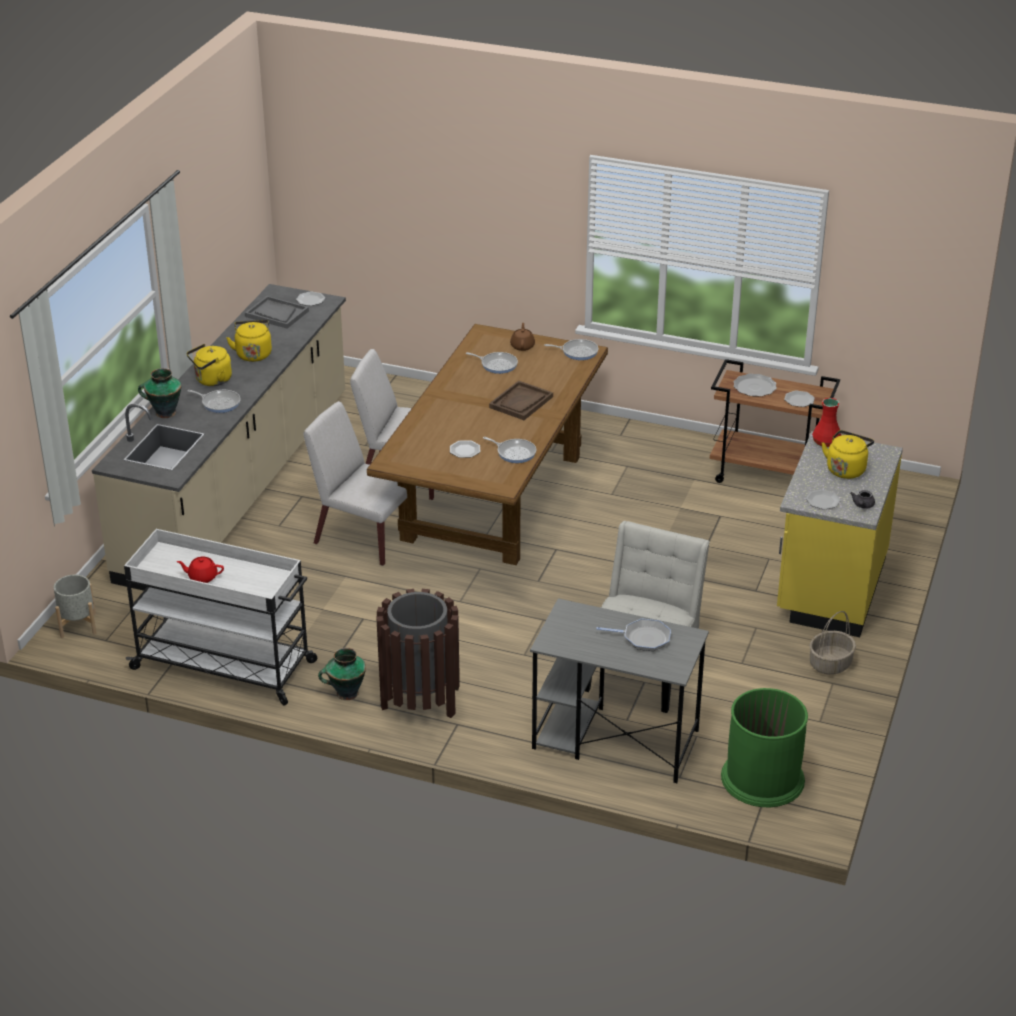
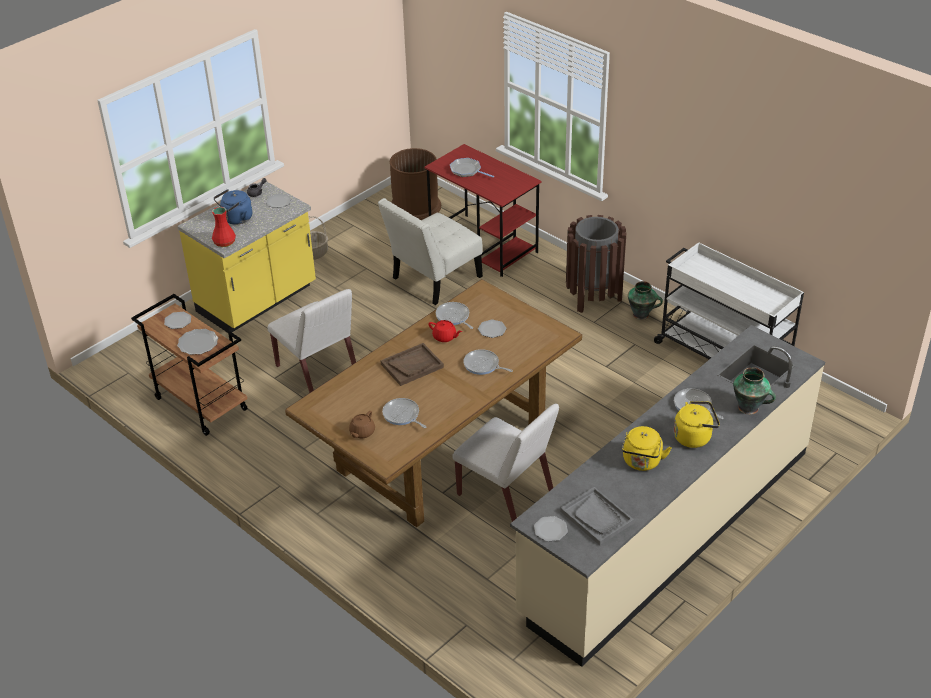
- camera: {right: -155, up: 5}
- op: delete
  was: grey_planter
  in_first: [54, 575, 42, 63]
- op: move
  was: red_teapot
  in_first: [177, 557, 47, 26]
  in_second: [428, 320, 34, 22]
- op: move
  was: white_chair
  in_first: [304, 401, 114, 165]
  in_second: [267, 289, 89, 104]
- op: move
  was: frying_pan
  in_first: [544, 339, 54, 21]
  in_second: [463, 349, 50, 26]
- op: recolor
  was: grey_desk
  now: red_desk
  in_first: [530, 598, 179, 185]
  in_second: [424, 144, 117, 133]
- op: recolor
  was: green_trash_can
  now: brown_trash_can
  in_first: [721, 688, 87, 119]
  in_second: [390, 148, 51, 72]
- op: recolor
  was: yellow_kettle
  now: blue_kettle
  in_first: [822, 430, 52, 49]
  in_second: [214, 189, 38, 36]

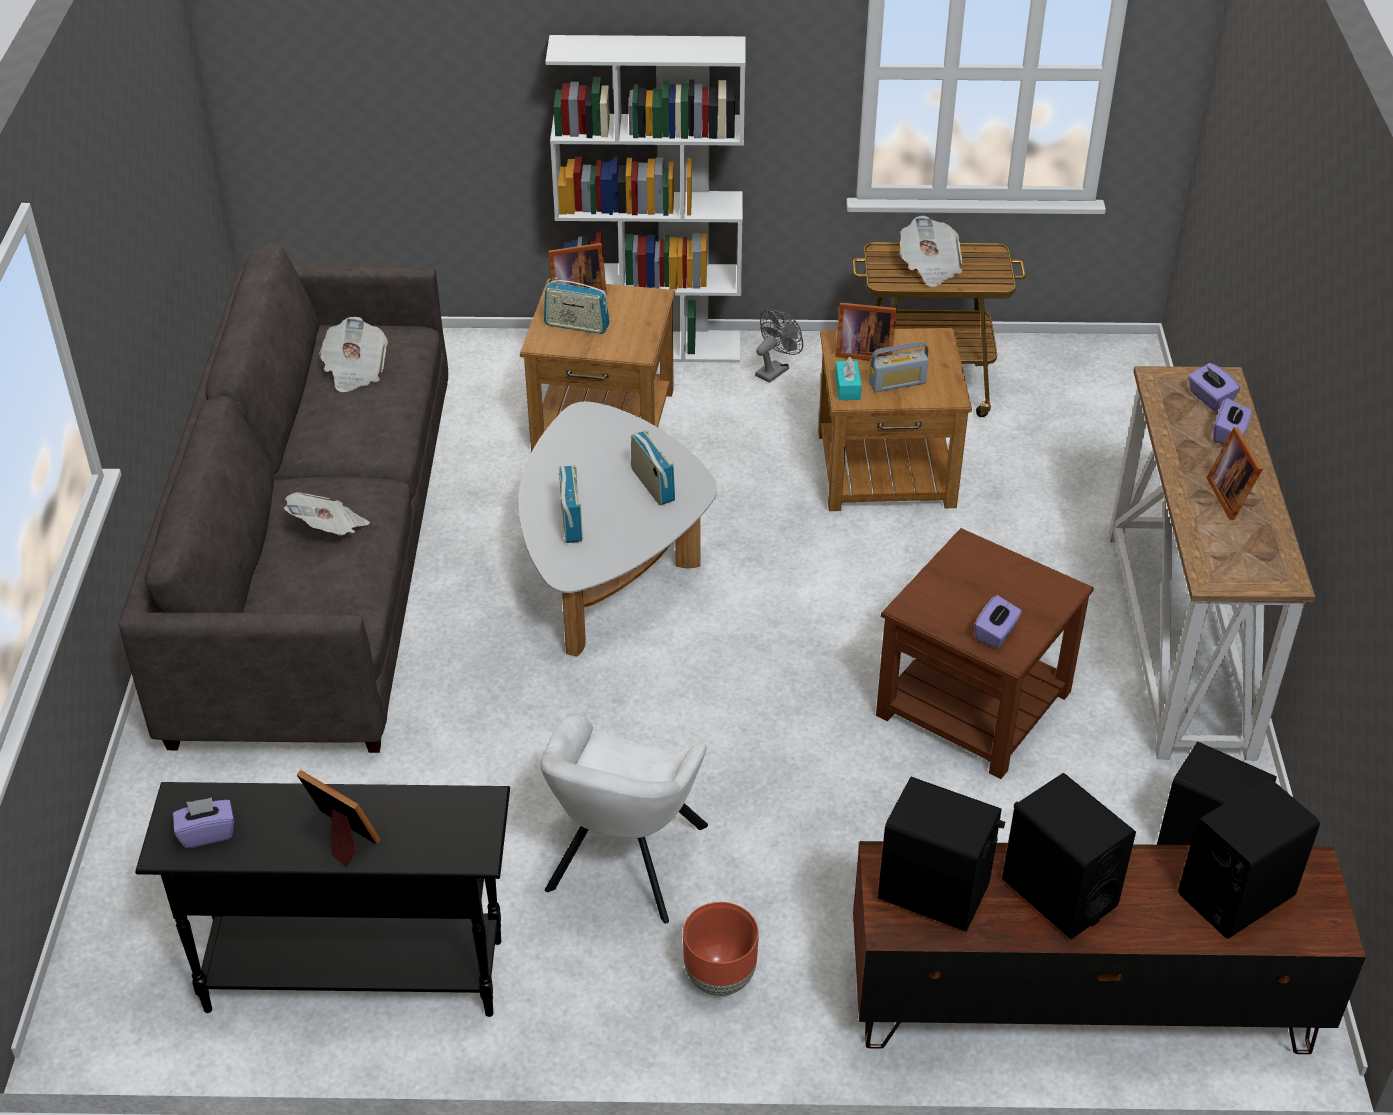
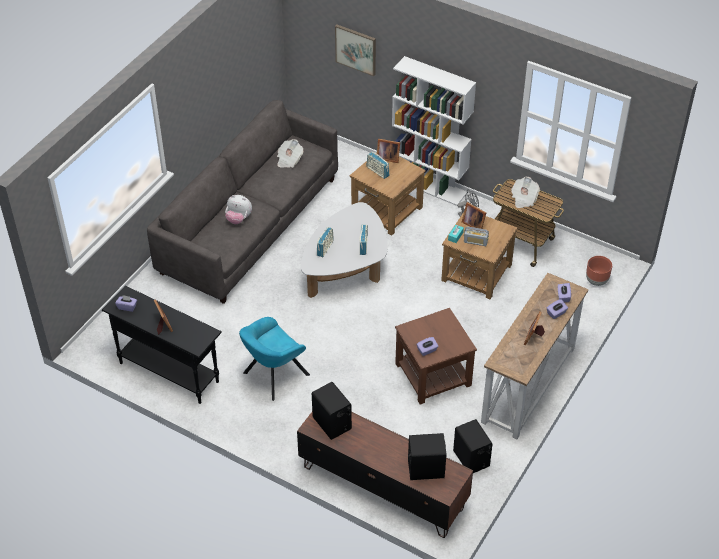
- camera: {right: 30, up: 5}
- op: delete
  was: black_speaker
  in_first: [1002, 773, 134, 166]
- op: insert
  now: picture
  in_second: [335, 25, 41, 51]
- op: move
  was: brown_planter
  in_first: [683, 902, 76, 94]
  in_second: [586, 256, 26, 30]
- op: replace
  was: newspaper
  now: plush_toy
  in_first: [284, 492, 86, 43]
  in_second: [225, 195, 27, 29]
- op: recolor
  was: white_armchair
  now: turquoise_armchair
  in_first: [540, 713, 168, 210]
  in_second: [239, 317, 71, 84]

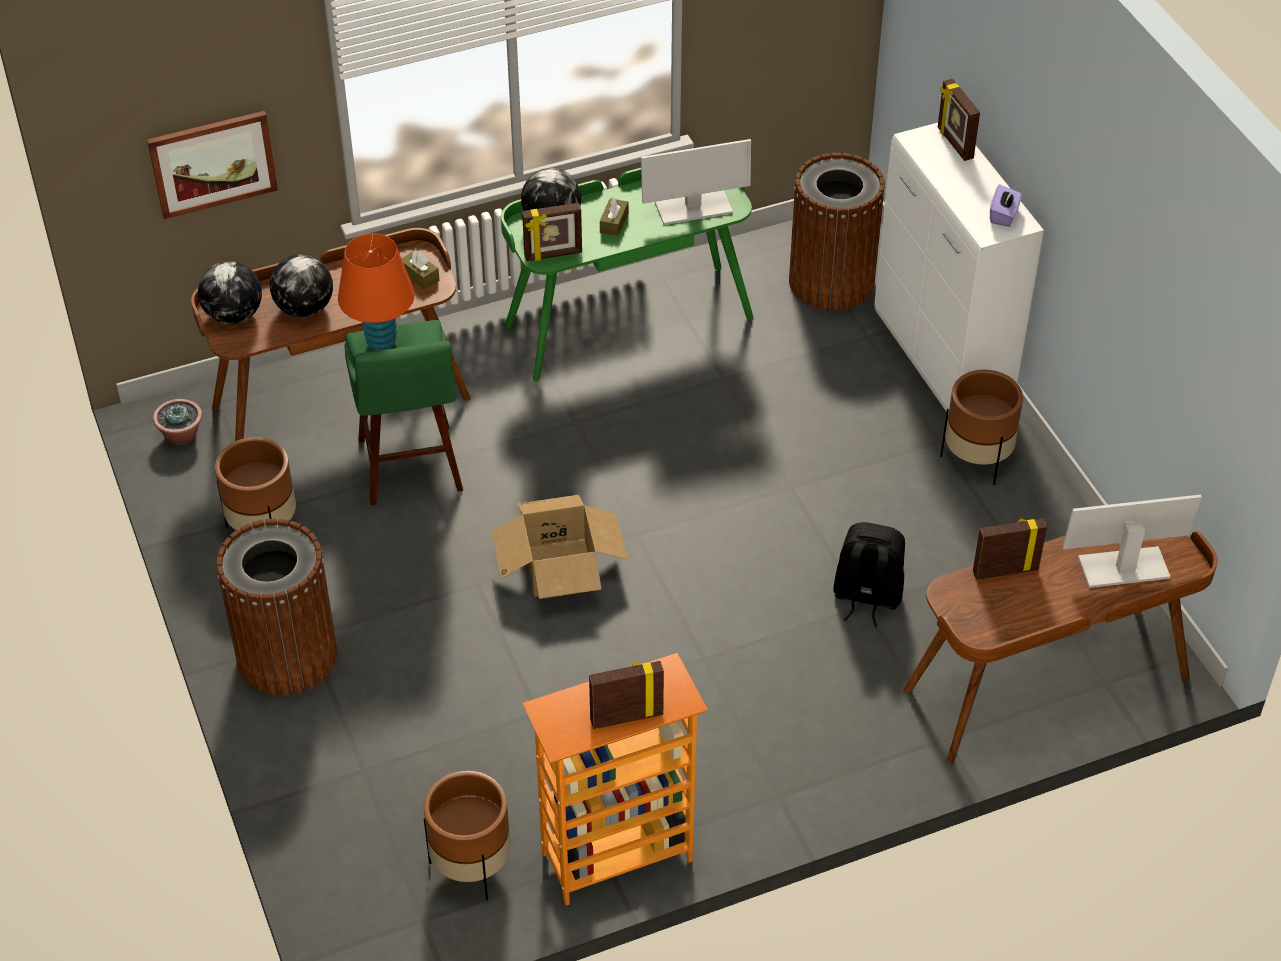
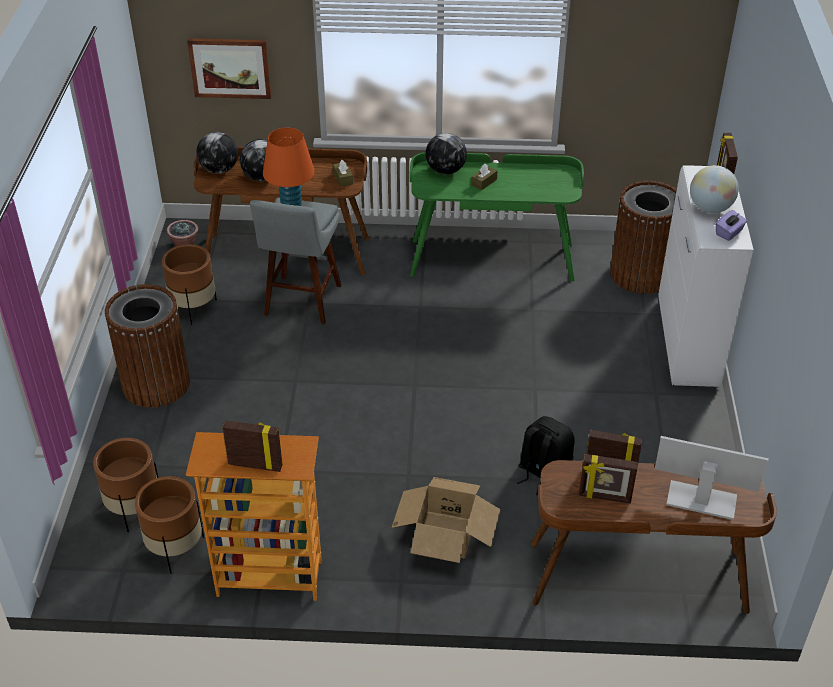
- camera: {right: 25, up: -5}
- op: delete
  was: monitor
  in_first: [641, 139, 110, 86]
- op: insert
  now: globe
  in_second: [690, 165, 49, 48]
- op: move
  was: cardboard_box
  in_first: [492, 495, 136, 104]
  in_second: [392, 477, 108, 86]
- op: move
  was: picture_frame
  in_first: [522, 203, 60, 58]
  in_second: [579, 454, 59, 50]
- op: move
  was: brown_planter
  in_first: [940, 370, 83, 115]
  in_second: [93, 438, 65, 94]
- op: recolor
  was: green_stool
  now: grey_stool
  in_first: [345, 320, 118, 185]
  in_second: [250, 198, 91, 127]

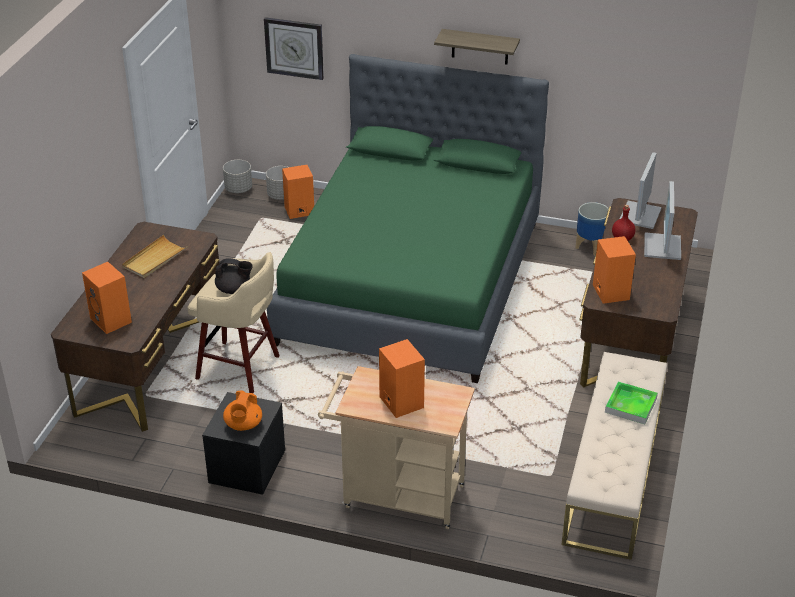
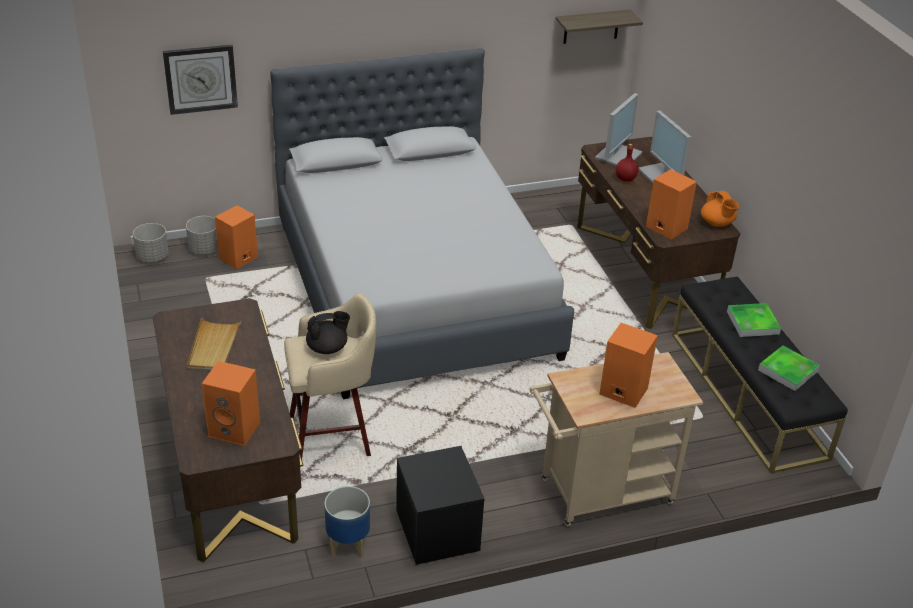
- camera: {right: -35, up: 0}
- op: insert
  now: tray
  in_second: [758, 345, 62, 46]
- op: move
  was: orange_teapot
  in_first: [223, 390, 39, 41]
  in_second: [701, 191, 38, 36]
- op: move
  was: shelf
  in_first: [434, 29, 86, 35]
  in_second: [555, 9, 88, 35]
- op: move
  was: planter
  in_first: [575, 202, 34, 54]
  in_second: [324, 486, 46, 72]
- op: recolor
  was: green_bed
  now: grey_bed
  in_first: [267, 54, 282, 329]
  in_second: [270, 48, 304, 351]
- op: recolor
  was: beige_bench
  now: black_bench
  in_first: [561, 352, 106, 208]
  in_second: [672, 276, 176, 198]
- op: rotate
  was: monitor
  in_first: [620, 152, 42, 77]
  in_second: [595, 93, 48, 73]
  clockwise: -135

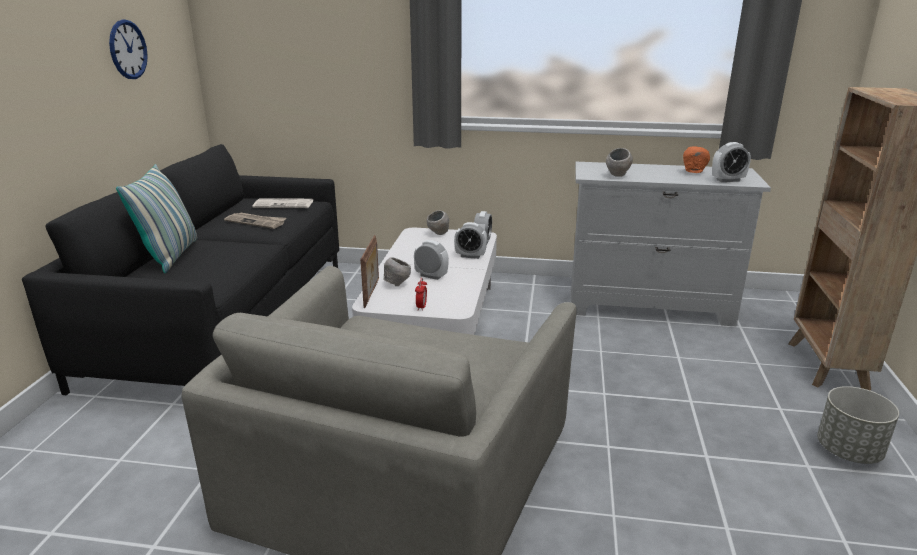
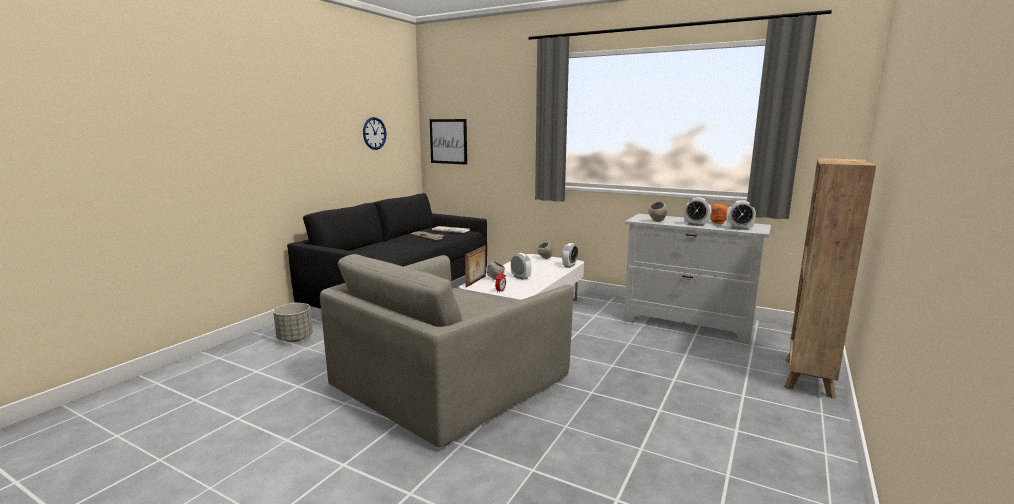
- camera: {right: 20, up: -10}
- op: delete
  was: pillow
  in_first: [116, 164, 81, 109]
- op: insert
  now: picture
  in_second: [430, 119, 37, 46]
- op: move
  was: alarm_clock
  in_first: [454, 222, 33, 37]
  in_second: [684, 197, 28, 29]
- op: move
  was: grey_planter
  in_first: [817, 386, 82, 78]
  in_second: [273, 303, 40, 39]

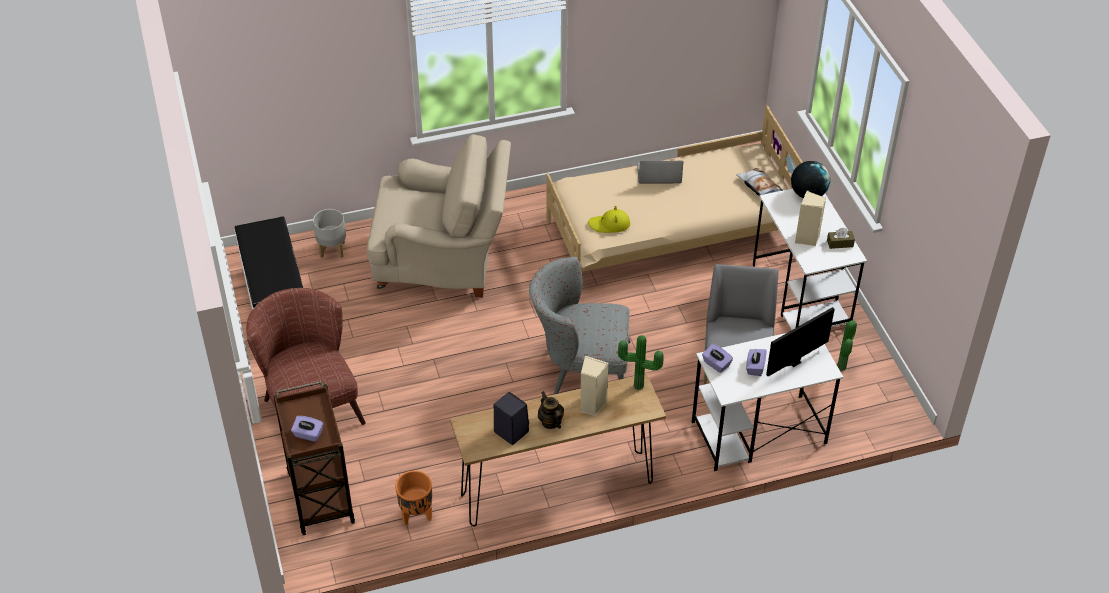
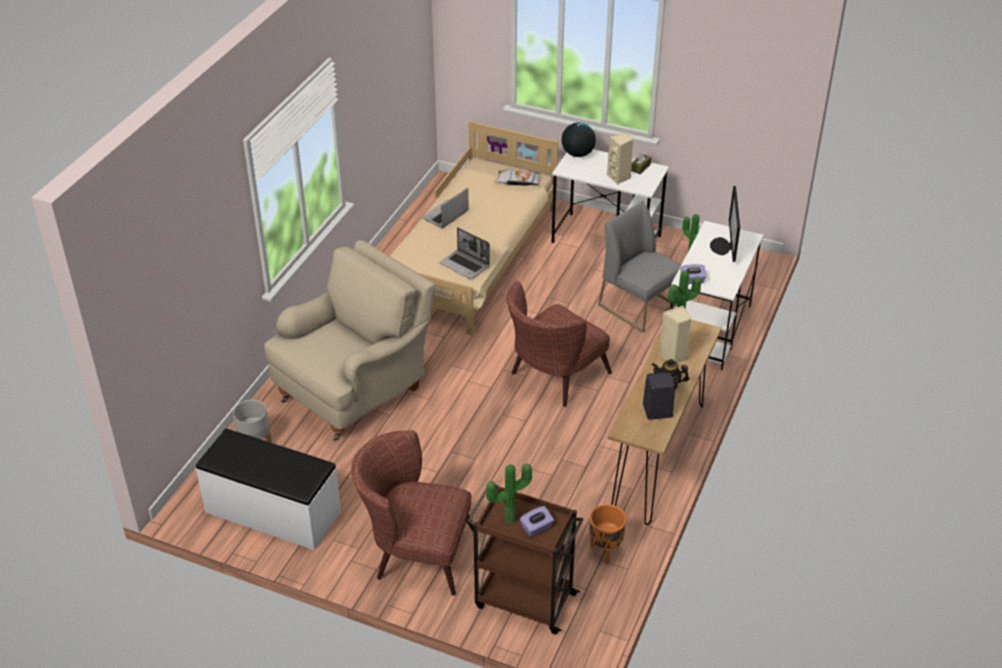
- camera: {right: -50, up: -5}
- op: delete
  was: purple_tissue_box
  in_first: [746, 349, 20, 27]
- op: insert
  now: potted_plant
  in_second: [486, 463, 46, 61]
- op: replace
  was: yellow_hat
  now: laptop
  in_first: [588, 206, 42, 27]
  in_second: [439, 227, 51, 52]
- op: recolor
  was: grey_armchair
  now: brown_armchair
  in_first: [529, 257, 102, 137]
  in_second: [507, 281, 105, 126]

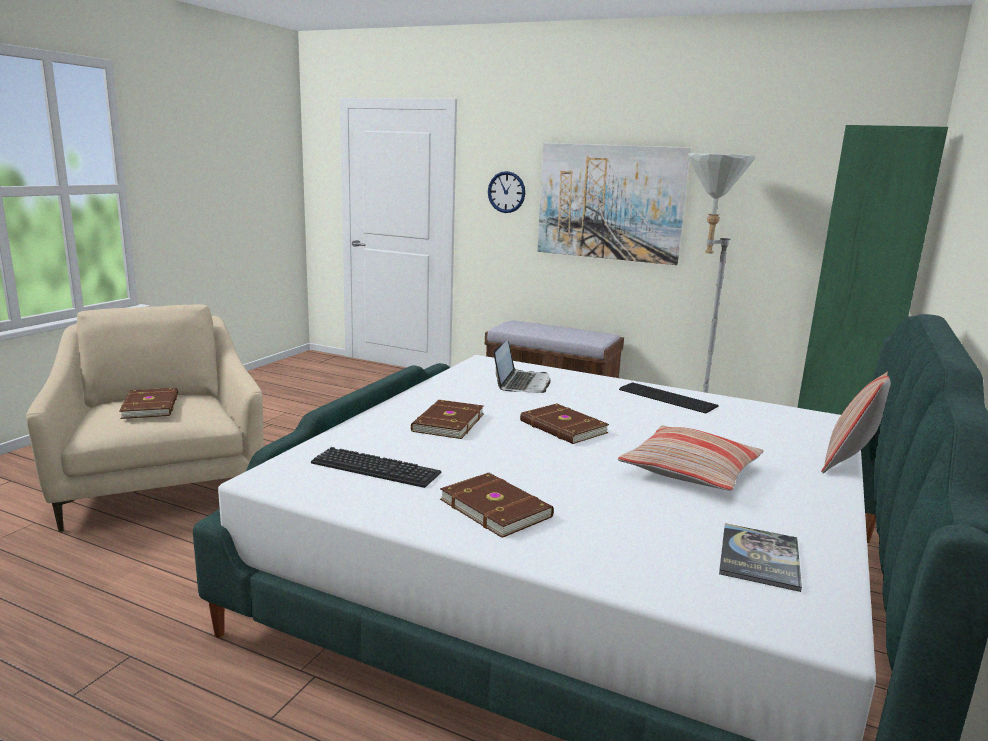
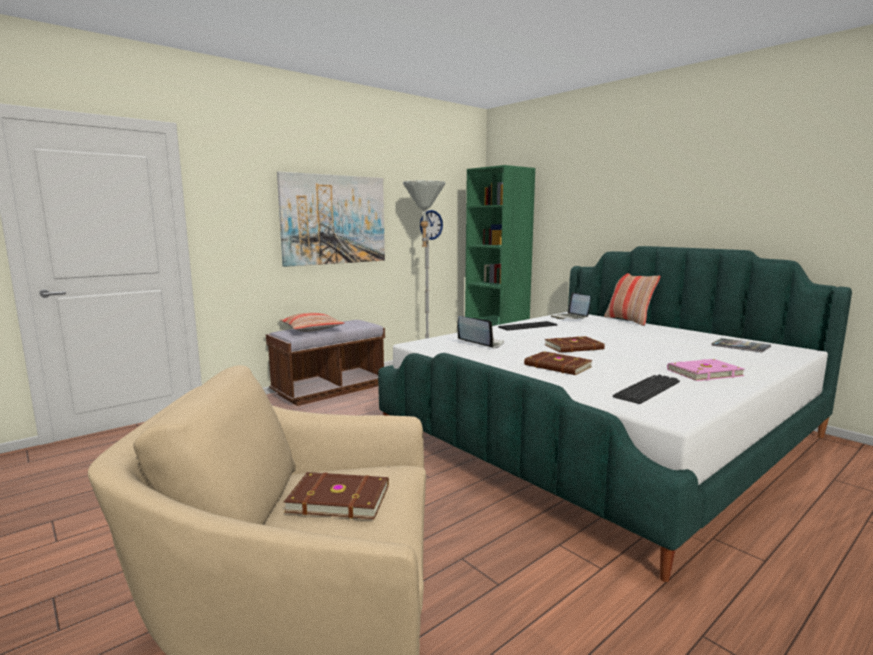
- camera: {right: -65, up: -5}
- op: insert
  now: laptop
  in_second: [551, 292, 39, 27]
- op: move
  was: wall_clock
  in_first: [488, 171, 37, 42]
  in_second: [420, 210, 23, 30]
- op: move
  was: pillow
  in_first: [618, 425, 146, 66]
  in_second: [280, 313, 65, 19]
- op: recolor
  was: brown_book
  now: pink_book
  in_first: [440, 473, 114, 65]
  in_second: [667, 359, 78, 22]

